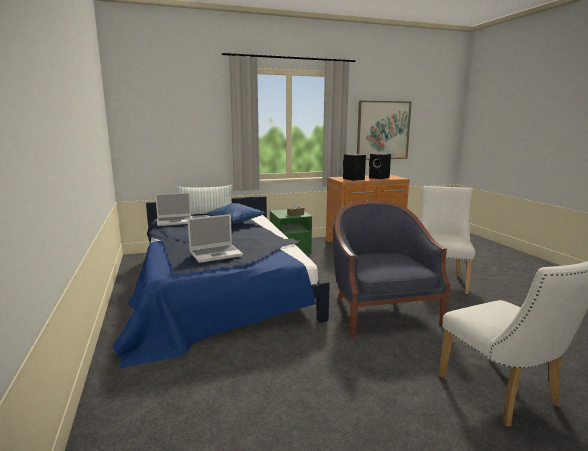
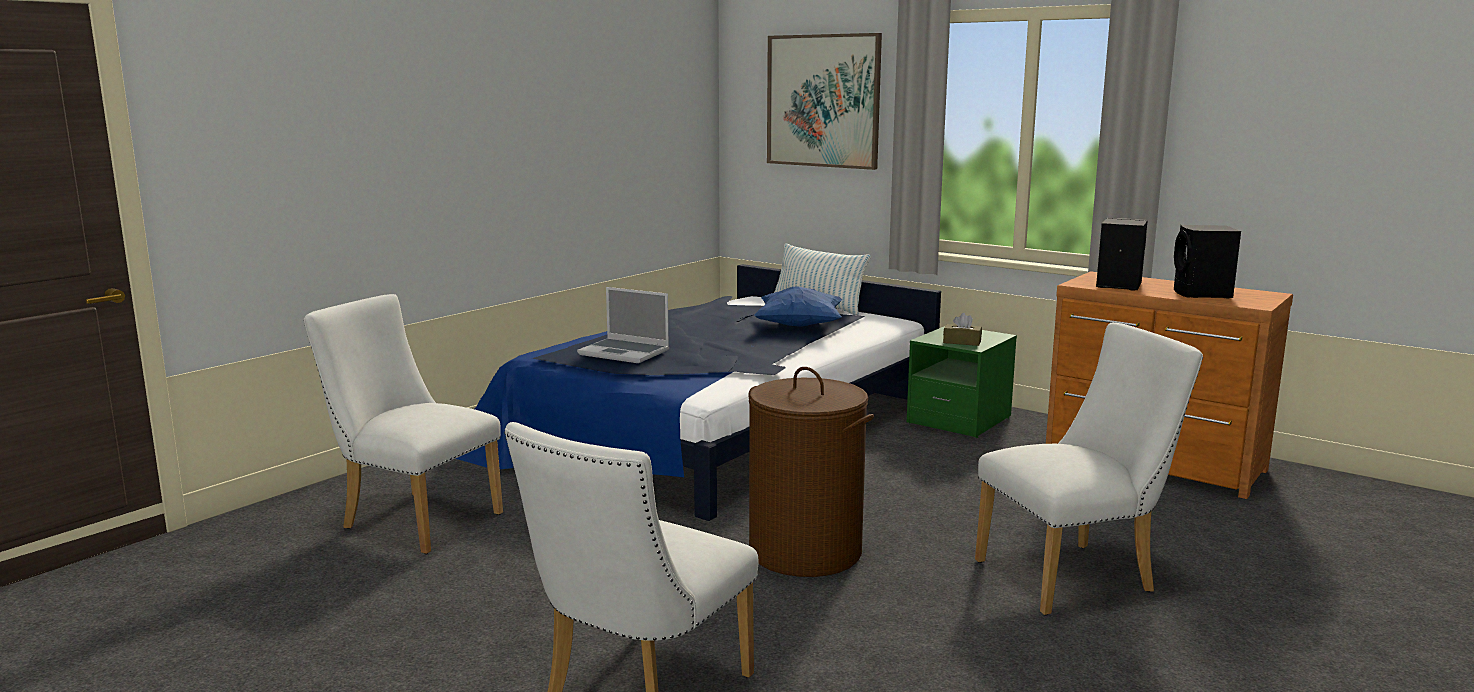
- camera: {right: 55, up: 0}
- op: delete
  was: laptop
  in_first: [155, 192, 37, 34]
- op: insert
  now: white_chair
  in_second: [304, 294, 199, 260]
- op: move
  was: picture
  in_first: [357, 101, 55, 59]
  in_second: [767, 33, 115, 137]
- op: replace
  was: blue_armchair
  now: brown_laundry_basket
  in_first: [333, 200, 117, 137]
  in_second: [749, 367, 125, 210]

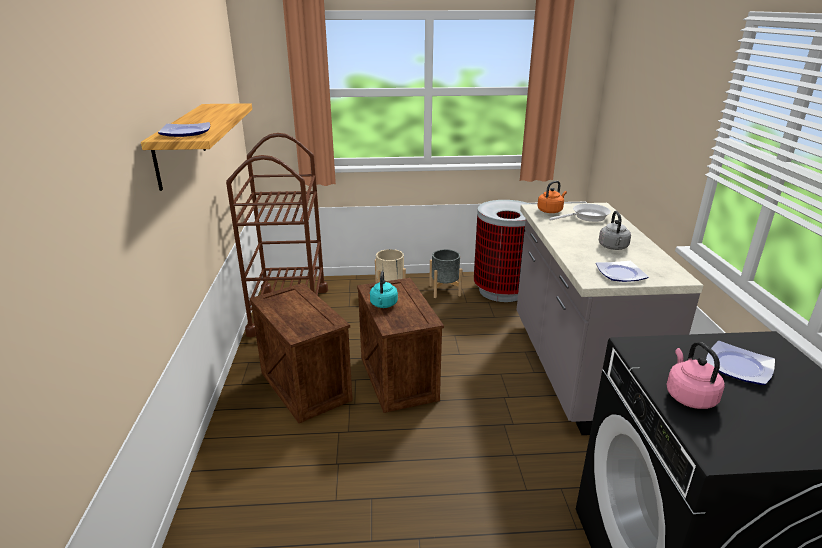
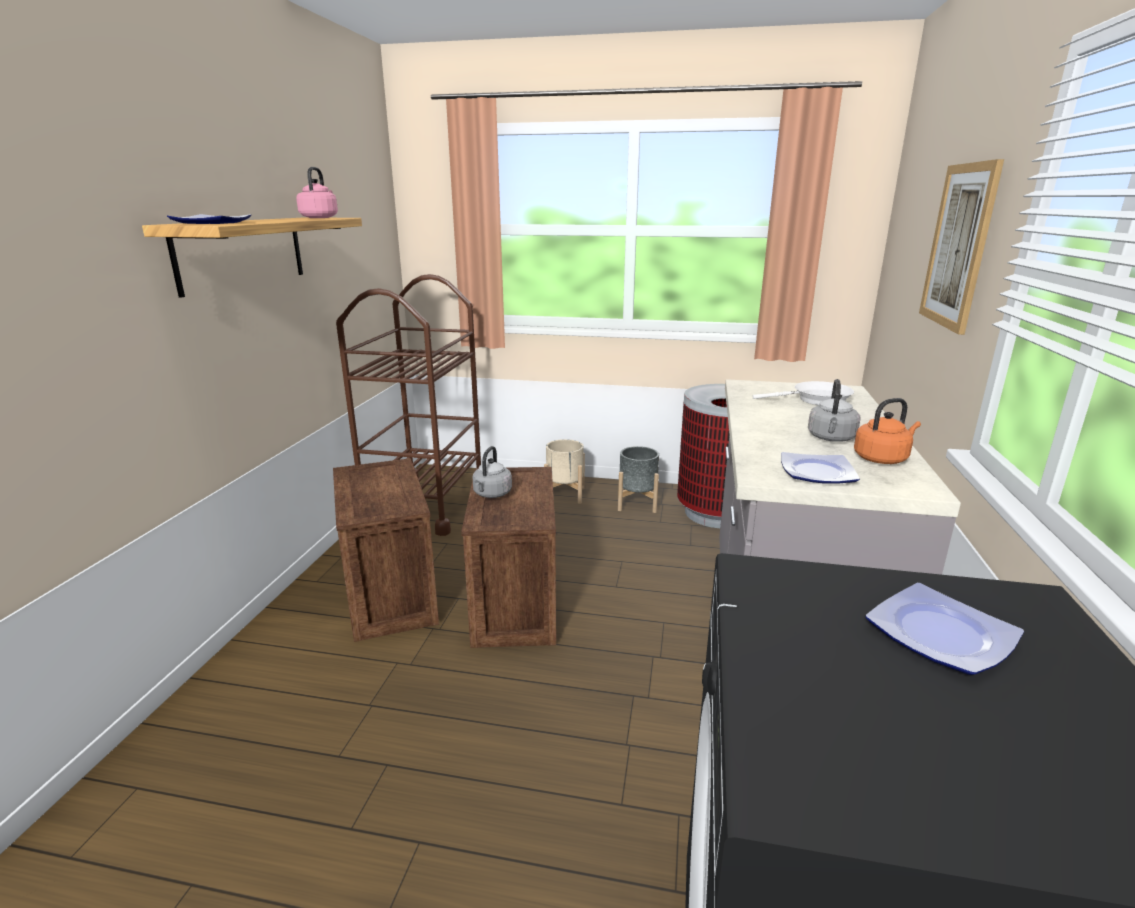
- camera: {right: 15, up: -5}
- op: insert
  now: picture
  in_second: [919, 159, 85, 176]
- op: move
  was: orange_kettle
  in_first: [537, 181, 30, 32]
  in_second: [854, 398, 67, 66]
- op: move
  was: pink_kettle
  in_first: [666, 342, 59, 67]
  in_second: [296, 167, 42, 51]
- op: recolor
  was: turquoise_kettle
  now: grey_kettle
  in_first: [370, 271, 28, 37]
  in_second: [473, 446, 39, 52]

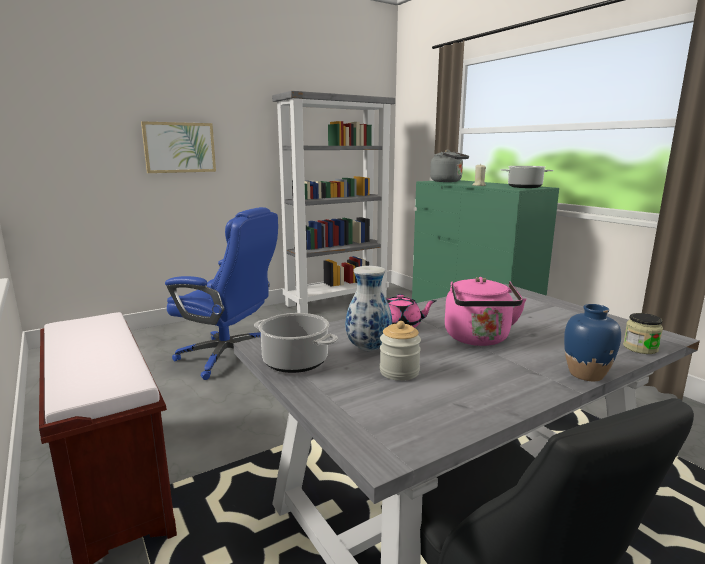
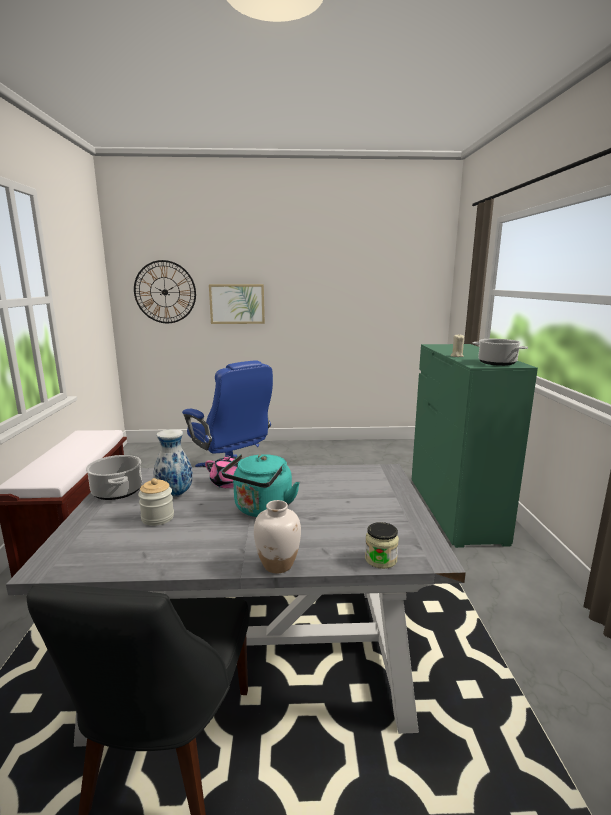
- camera: {right: 30, up: 0}
- op: delete
  was: grey_bookcase
  in_first: [272, 91, 123, 222]
- op: delete
  was: grey_kettle
  in_first: [430, 150, 39, 32]
- op: insert
  now: wall_clock
  in_second: [134, 260, 62, 63]
- op: recolor
  was: pink_kettle
  now: turquoise_kettle
  in_first: [445, 277, 82, 69]
  in_second: [221, 454, 79, 63]
- op: recolor
  was: blue_vase
  now: white_vase
  in_first: [564, 304, 57, 77]
  in_second: [254, 500, 47, 73]

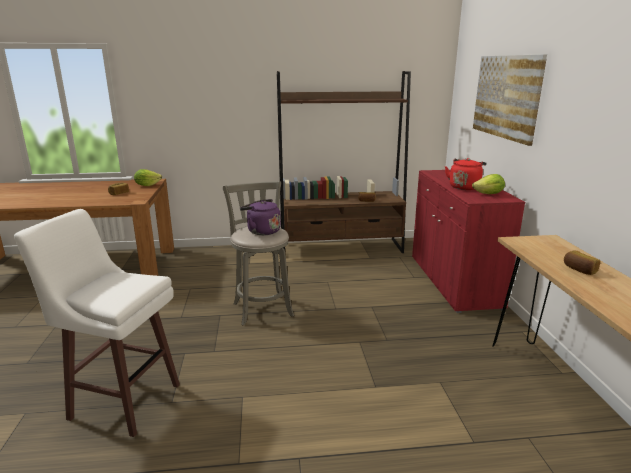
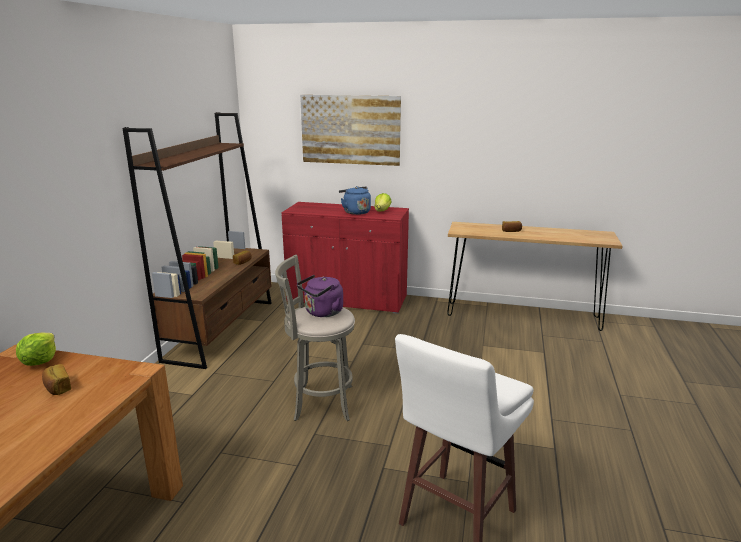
- camera: {right: -70, up: 0}
- op: recolor
  was: red_kettle
  now: blue_kettle
  in_first: [445, 158, 41, 32]
  in_second: [339, 186, 32, 29]

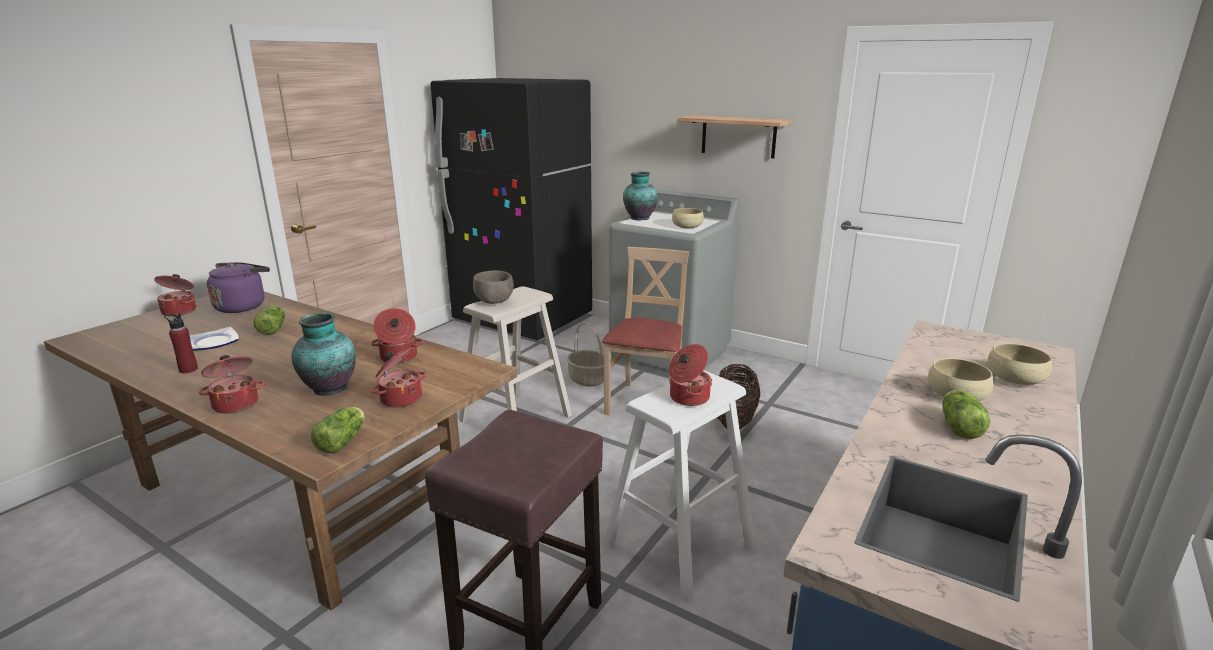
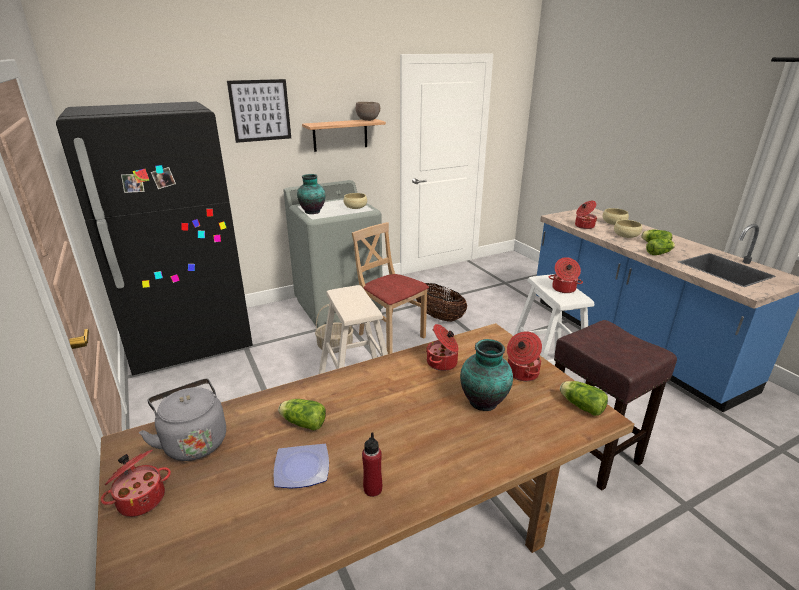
- camera: {right: -60, up: 5}
- op: insert
  now: picture
  in_second: [227, 79, 64, 64]
- op: insert
  now: lettuce
  in_second: [646, 238, 29, 17]
- op: move
  was: cooking_pot
  in_first: [199, 355, 66, 59]
  in_second: [575, 201, 22, 28]
- op: move
  was: brown_bowl
  in_first: [473, 270, 41, 34]
  in_second: [356, 102, 24, 19]
- op: recolor
  was: purple_kettle
  now: grey_kettle
  in_first: [207, 262, 63, 51]
  in_second: [139, 379, 87, 82]

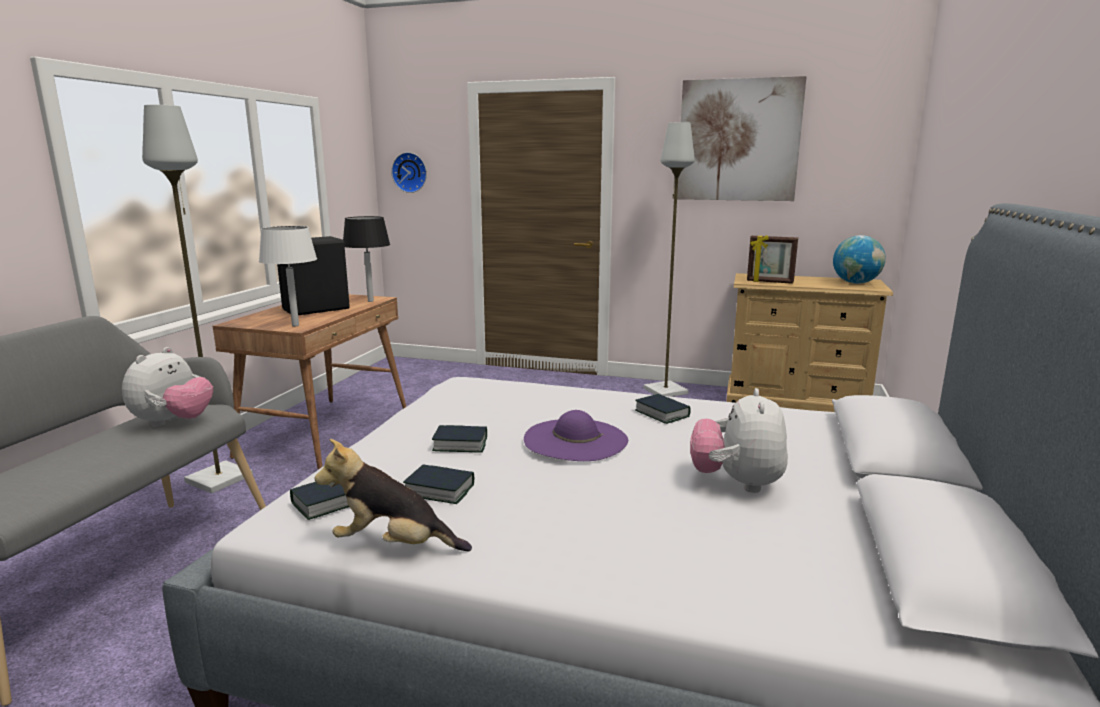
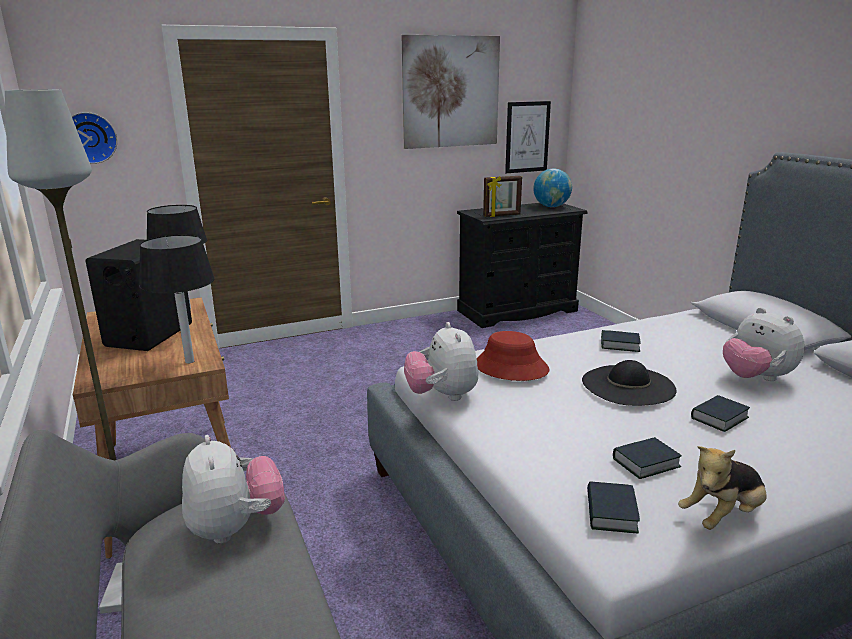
- camera: {right: -40, up: 5}
- op: delete
  was: grey_floor_lamp
  in_first: [643, 122, 52, 275]
- op: insert
  now: plush_toy
  in_second: [404, 322, 74, 79]
- op: insert
  now: red_hat
  in_second: [477, 331, 72, 50]
- op: insert
  now: picture
  in_second: [505, 101, 46, 72]
- op: move
  was: book
  in_first: [432, 425, 55, 27]
  in_second: [691, 395, 59, 37]
- op: recolor
  was: white_table_lamp
  now: black_table_lamp
  in_first: [259, 226, 58, 100]
  in_second: [139, 235, 76, 128]
- op: recolor
  was: purple_hat
  now: black_hat
  in_first: [524, 410, 104, 51]
  in_second: [582, 360, 94, 46]
- op: recolor
  was: beige_dresser
  now: black_dresser
  in_first: [726, 273, 167, 139]
  in_second: [457, 203, 131, 125]

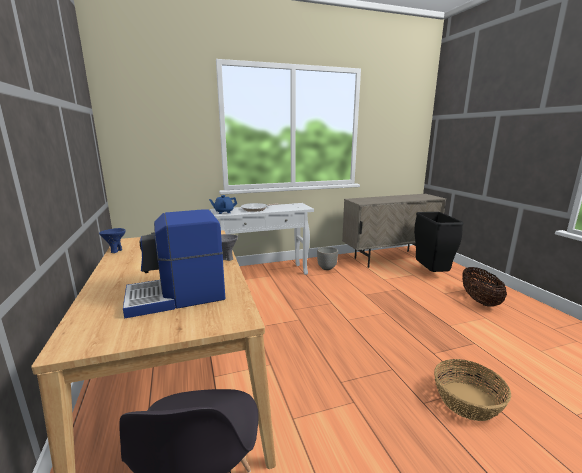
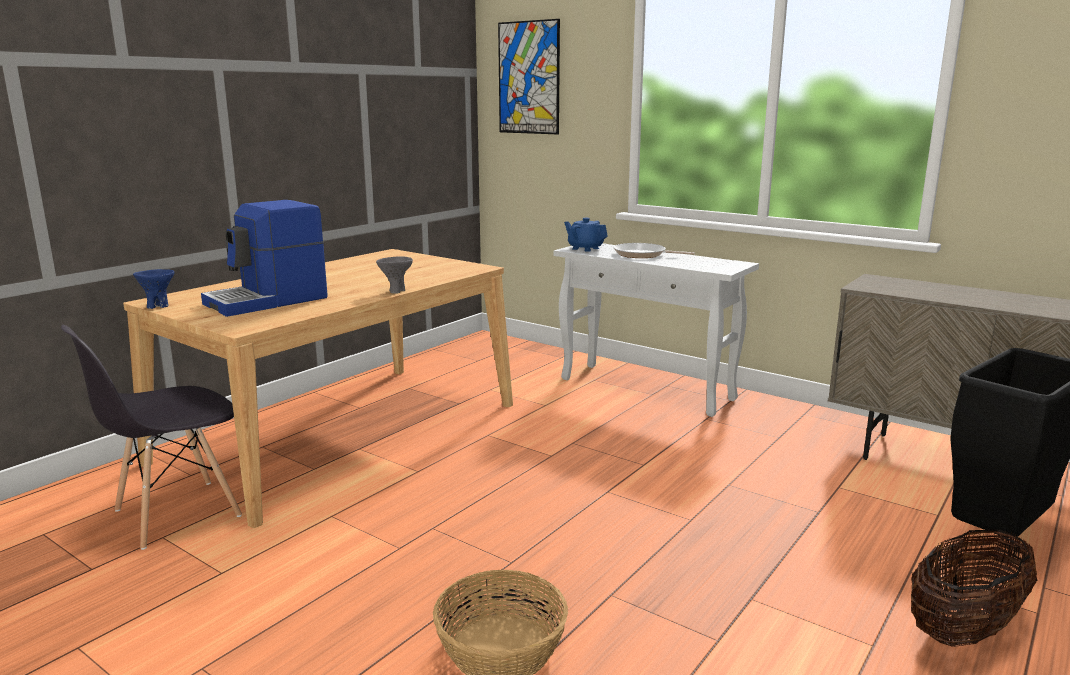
- camera: {right: 55, up: 0}
- op: delete
  was: planter
  in_first: [317, 247, 21, 23]
- op: insert
  now: picture
  in_second: [498, 19, 62, 115]
- op: move
  was: blue_bowl
  in_first: [99, 228, 26, 25]
  in_second: [133, 269, 42, 40]
- op: rotate
  was: coffee_machine
  in_first: [123, 209, 102, 109]
  in_second: [201, 200, 127, 117]
  clockwise: -75

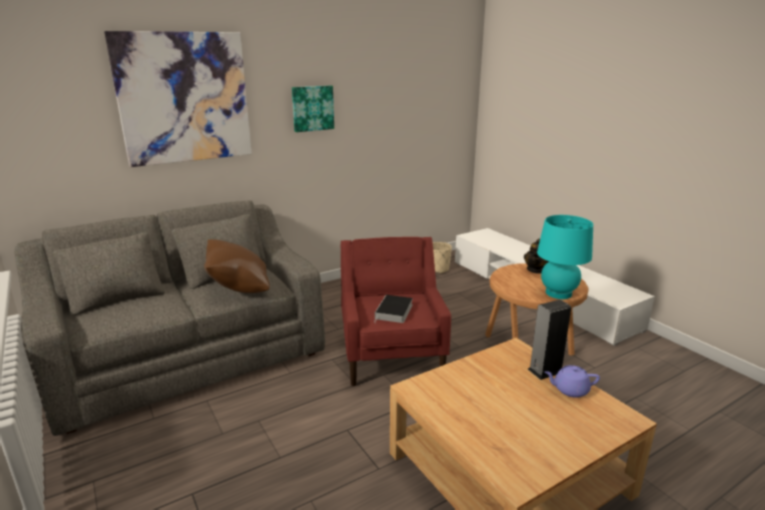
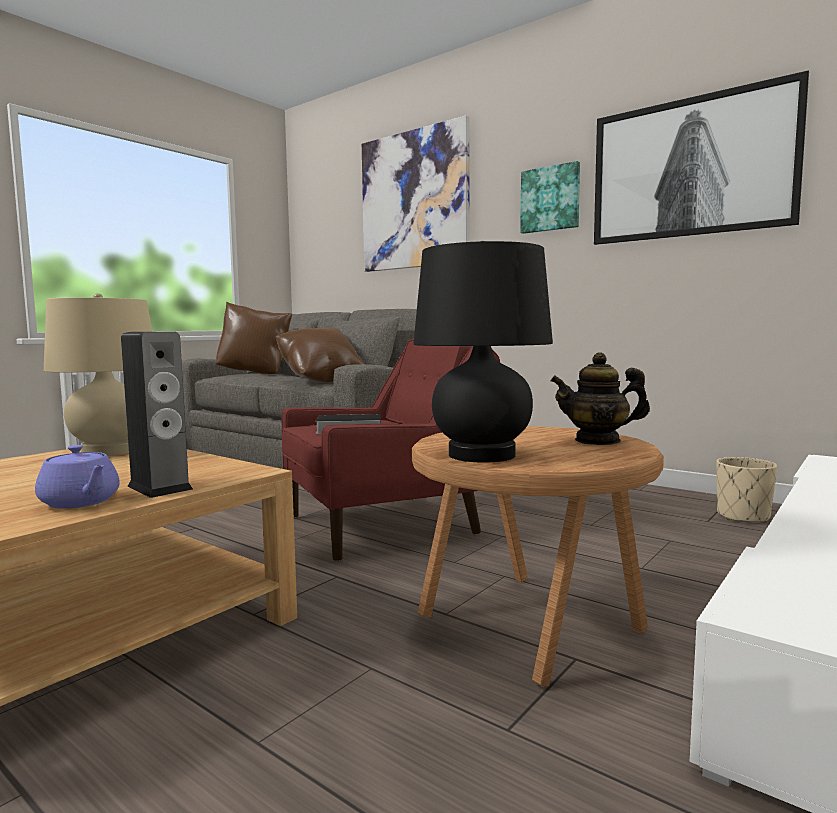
- camera: {right: 70, up: -15}
- op: insert
  now: beige_table_lamp
  in_second: [44, 293, 109, 163]
- op: insert
  now: brown_pillow
  in_second: [216, 302, 76, 72]
- op: insert
  now: picture
  in_second: [594, 70, 215, 175]
- op: recolor
  was: turquoise_table_lamp
  now: black_table_lamp
  in_first: [537, 215, 56, 84]
  in_second: [413, 241, 140, 222]
- op: rotate
  was: purple_teapot
  in_first: [545, 365, 55, 32]
  in_second: [35, 445, 85, 64]
  clockwise: 150

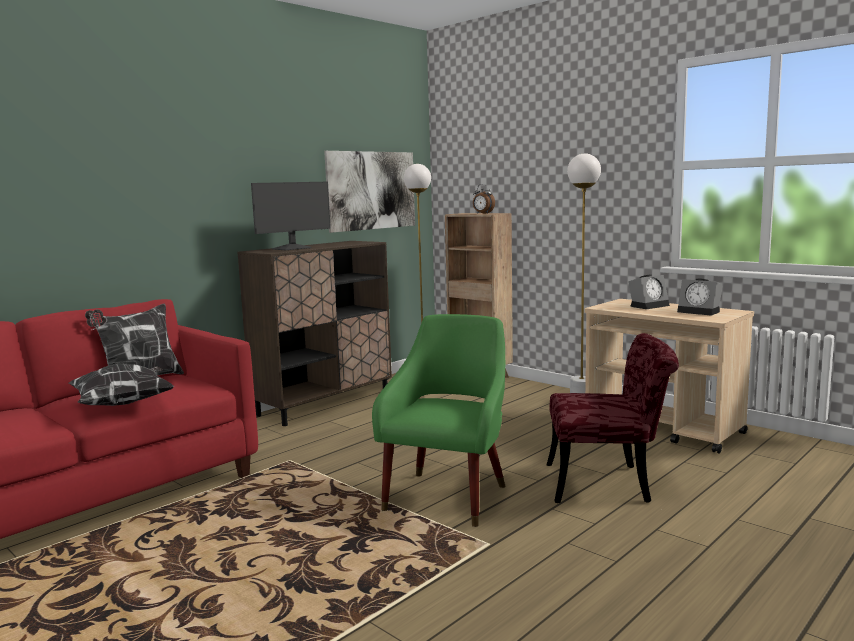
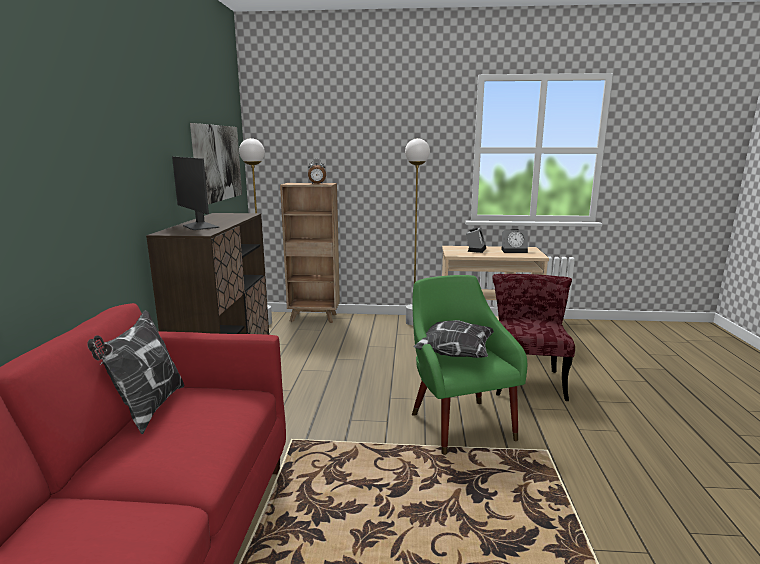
- camera: {right: -40, up: 5}
- op: move
  was: pillow
  in_first: [69, 363, 105, 43]
  in_second: [413, 320, 81, 38]
- op: rotate
  was: monitor
  in_first: [251, 182, 80, 68]
  in_second: [172, 157, 47, 73]
  clockwise: 135
- op: rotate
  was: red_chair
  in_first: [547, 333, 132, 170]
  in_second: [492, 274, 83, 127]
  clockwise: -45

